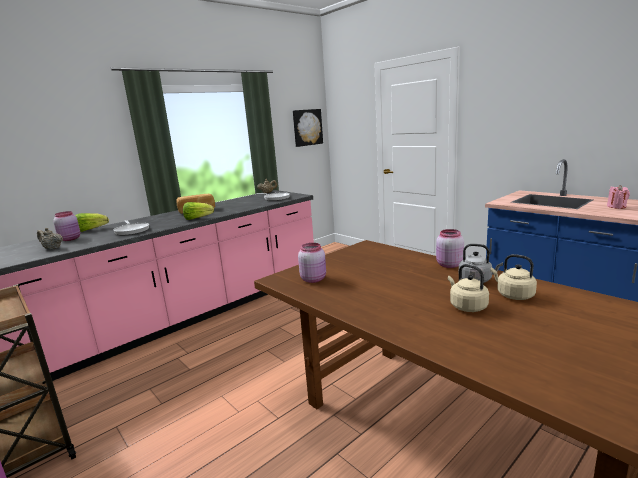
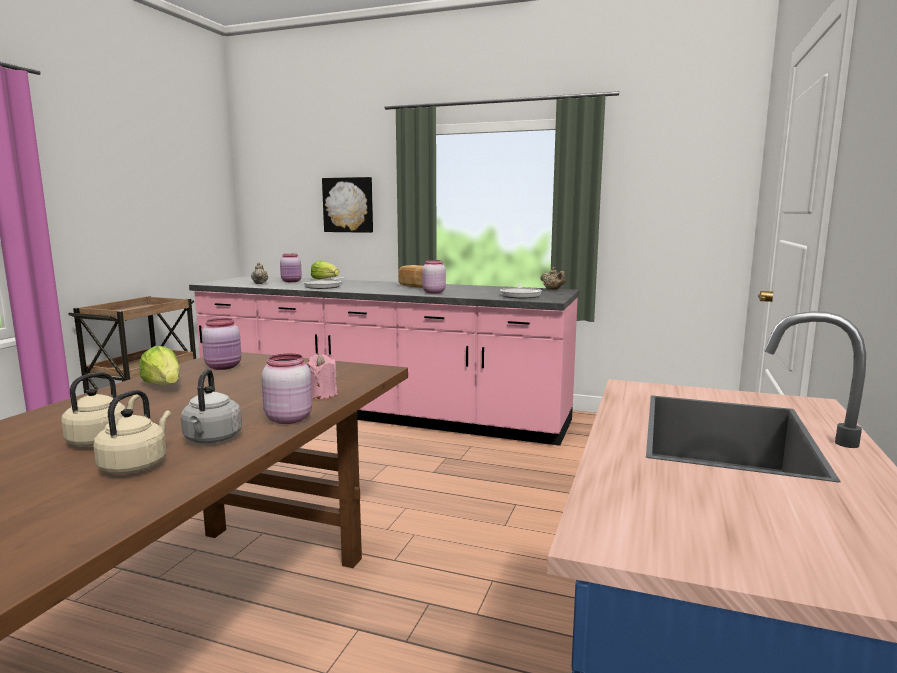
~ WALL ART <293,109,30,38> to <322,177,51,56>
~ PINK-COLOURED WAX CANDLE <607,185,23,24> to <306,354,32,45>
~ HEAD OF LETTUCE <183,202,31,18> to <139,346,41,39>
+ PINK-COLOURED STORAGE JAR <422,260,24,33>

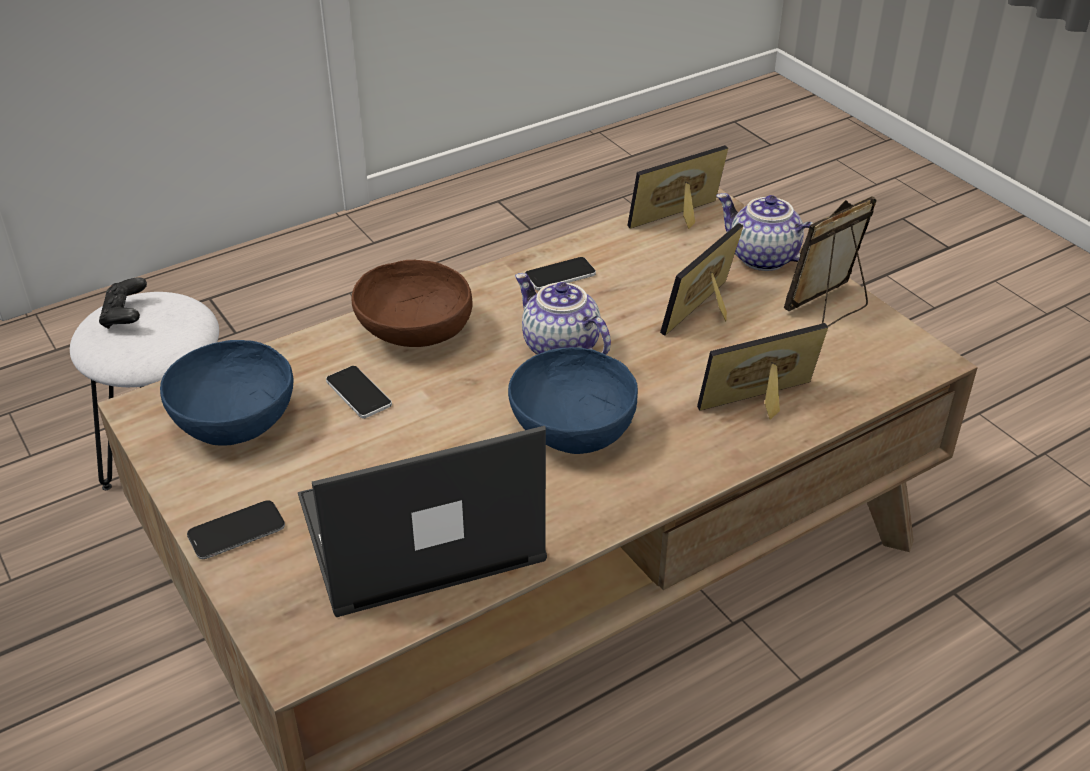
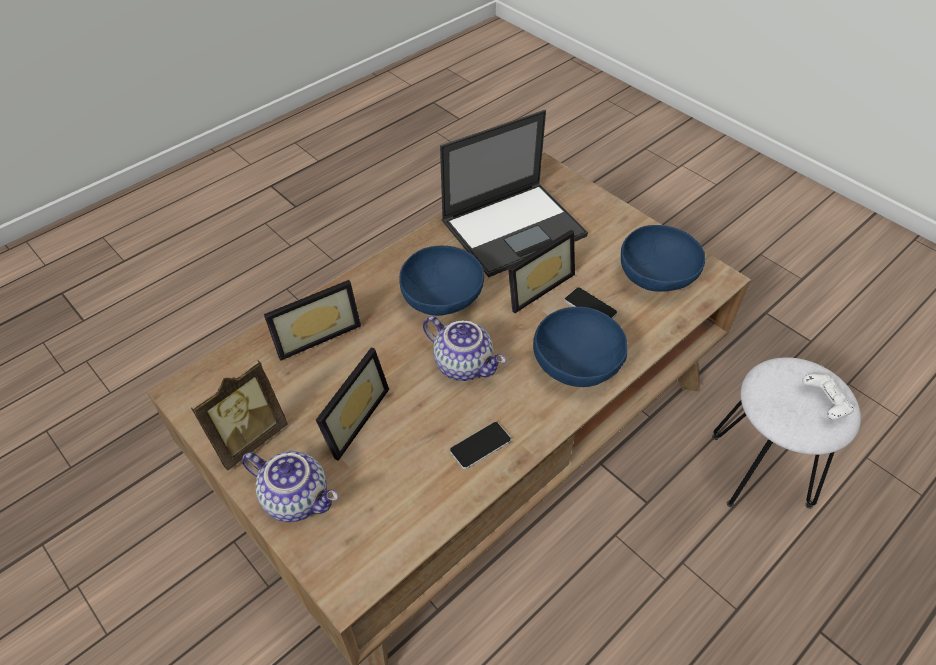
~ STANDING FRAME <627,145,101,84> to <508,230,67,83>
~ BROWN DEEP DISH <351,260,122,87> to BLUISH DEEP DISH <533,307,95,80>
~ BLACKISH GAME CONTROLLER <99,277,48,52> to WHITE GAME CONTROLLER <802,374,53,46>
- PHONE <187,500,98,59>

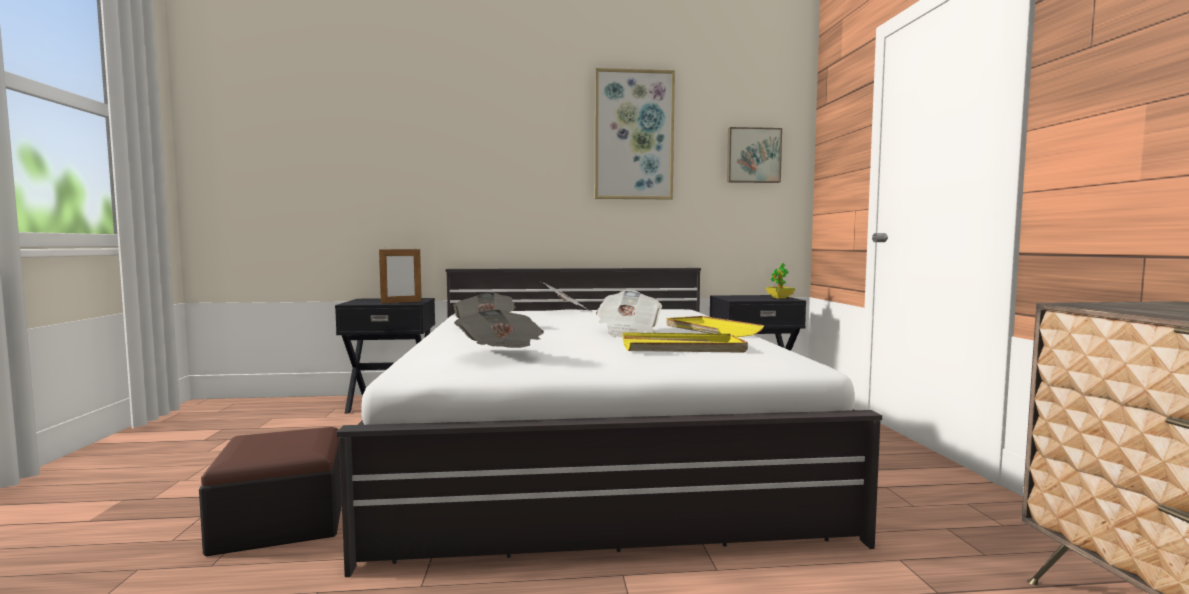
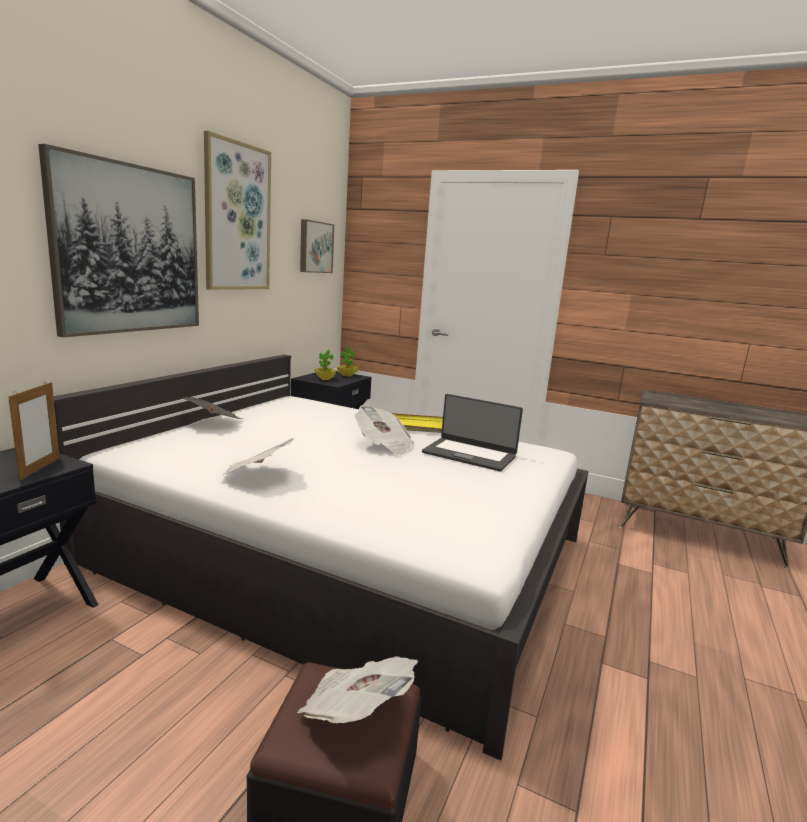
~ PRINTED PAPER <454,309,90,39> to <297,656,121,67>
~ YELLOWISH SERVING TRAY <622,332,126,21> to PORTABLE COMPUTER <422,394,101,77>
+ WALL ART <38,144,161,193>
+ POTTED PLANT <315,350,21,30>

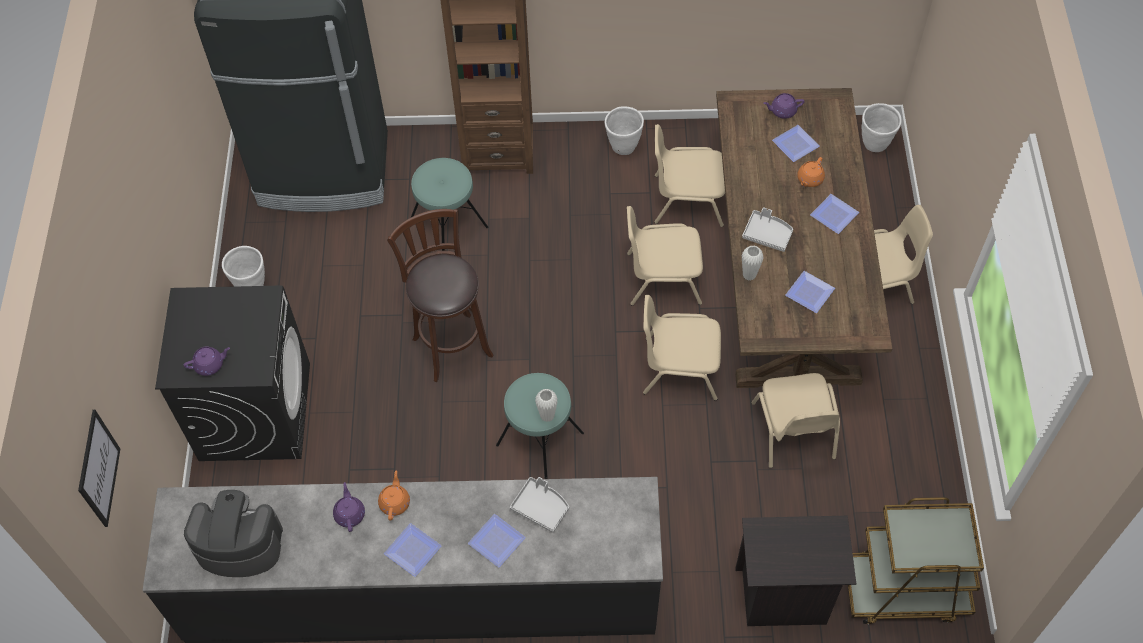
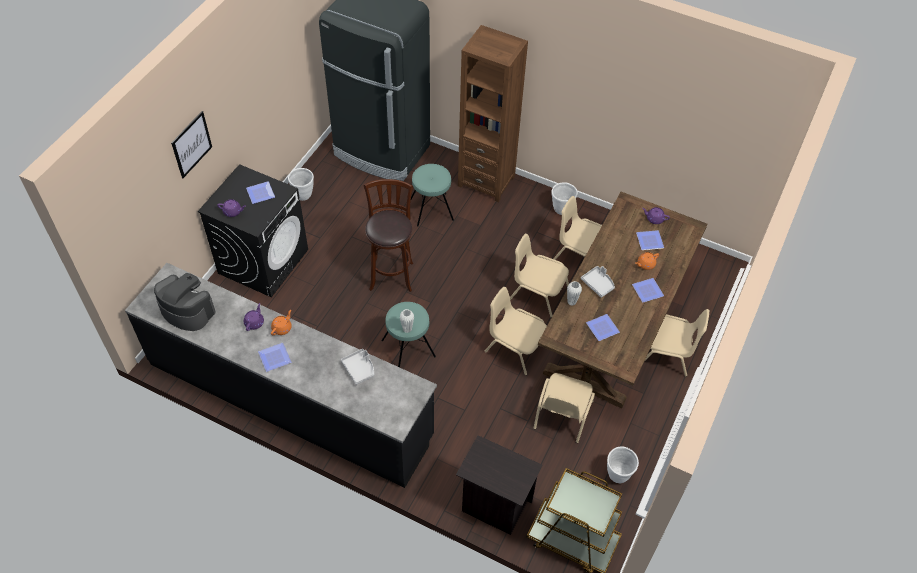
~ WHITE PLANT POT <862,103,40,49> to <607,446,32,37>
~ WALL ART <78,410,42,117> to <171,111,41,67>
~ DINNER PLATE <468,514,58,54> to <246,181,29,23>

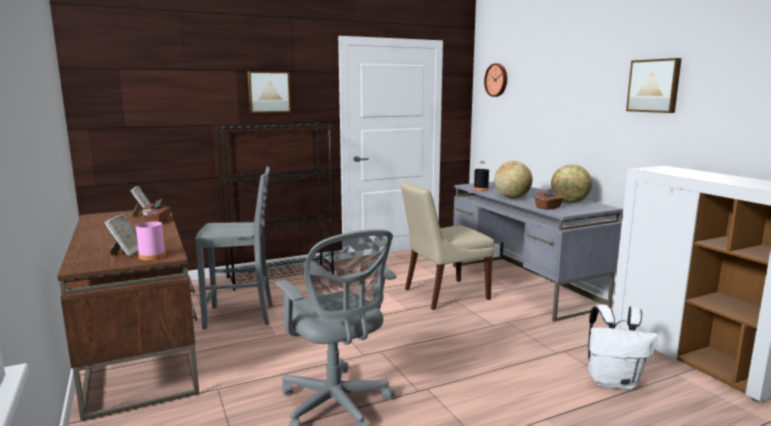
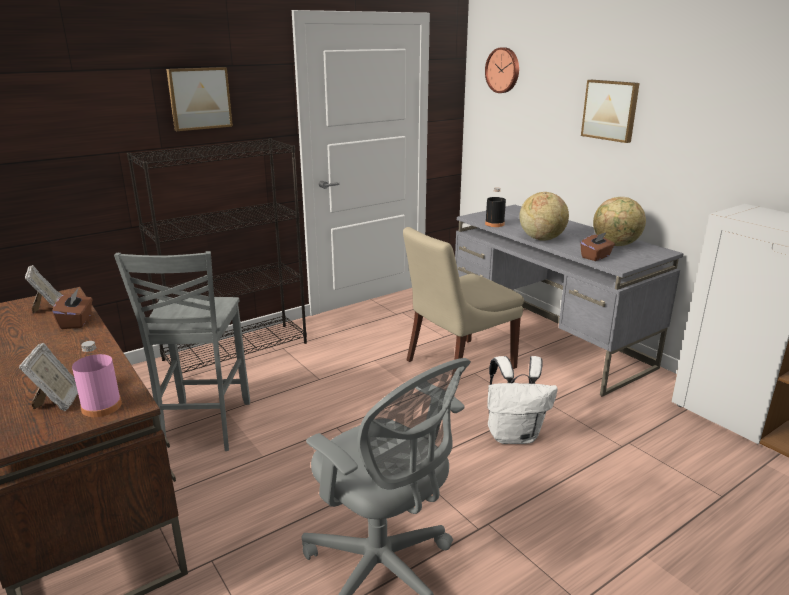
~ WALL ART <626,58,56,55> to <581,80,59,63>
~ GRAY CHAIR <195,166,78,164> = <114,251,136,200> 105 degrees clockwise
~ WHITE RUCKSACK <588,305,70,85> to <487,356,71,88>

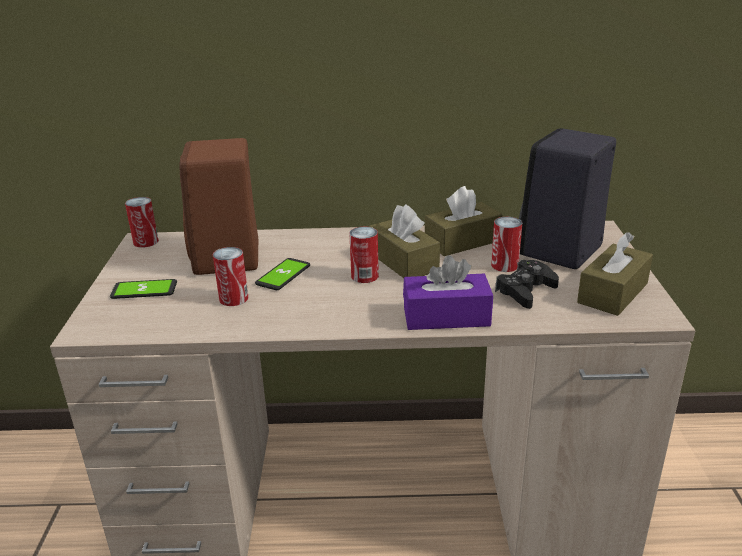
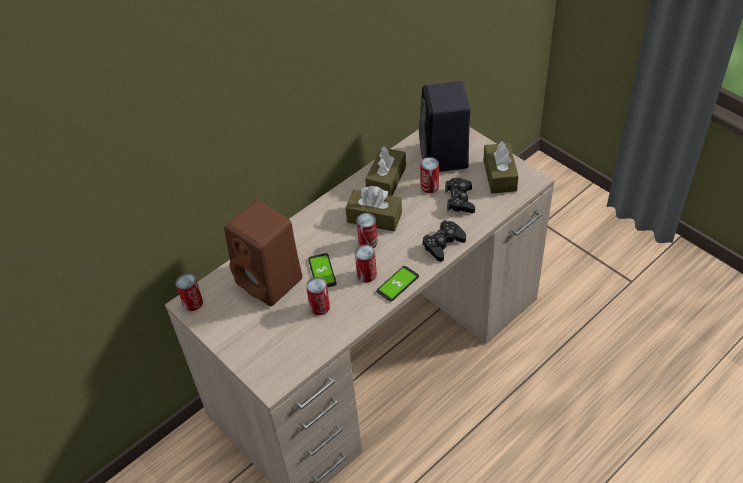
~ PURPLISH TISSUE HOLDER <403,255,90,75> to BLACKISH GAME CONTROLLER <423,220,43,42>
~ PHONE <110,279,67,20> to <376,266,43,35>
+ SEALED CAN <355,245,22,37>

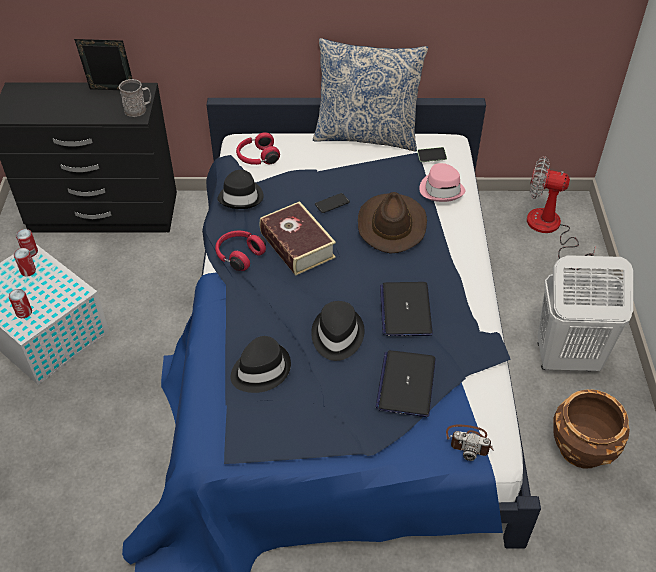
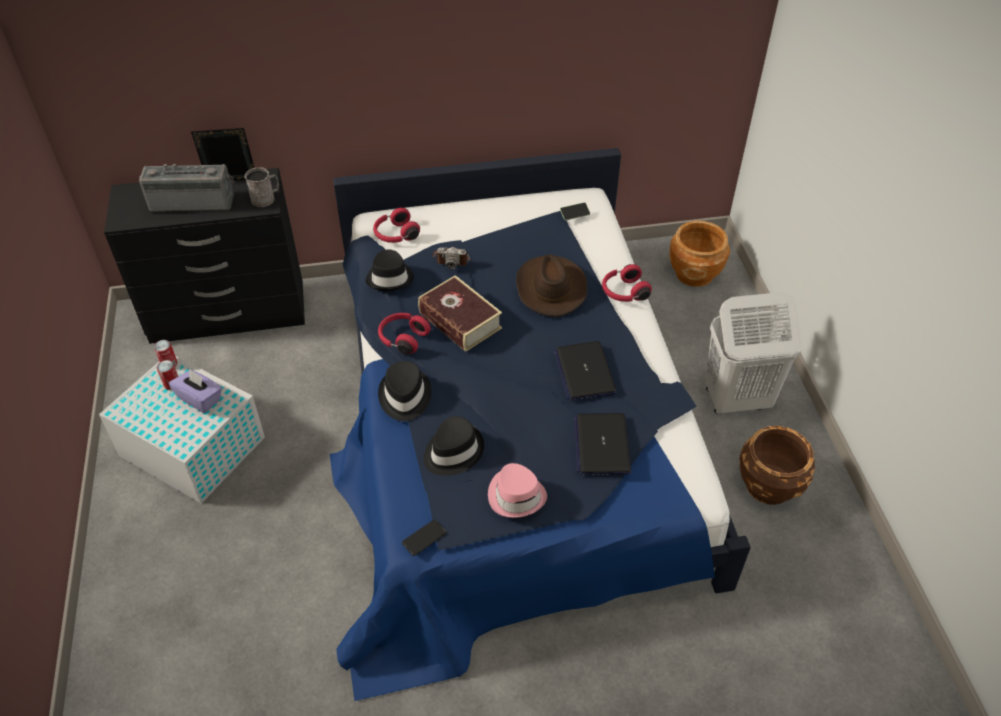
- THROW PILLOW <313,38,115,113>
~ ELECTRIC FAN <527,157,68,113> to BROWN PLANT POT <669,221,61,66>
~ PINK-COLOURED CLOTHING HAT <419,163,46,39> to <488,463,59,55>
~ PHONE <315,193,35,20> to <402,520,45,36>
- SEALED CAN <9,289,23,29>
~ BLACKISH CLOTHING HAT <311,301,53,60> to <378,361,53,60>
~ STILL CAMERA <446,425,48,36> to <433,247,38,22>
+ RADIO <139,164,95,48>
+ RED PAIR OF HEADPHONES <602,264,50,38>
+ PURPLISH TISSUE HOLDER <169,369,53,44>

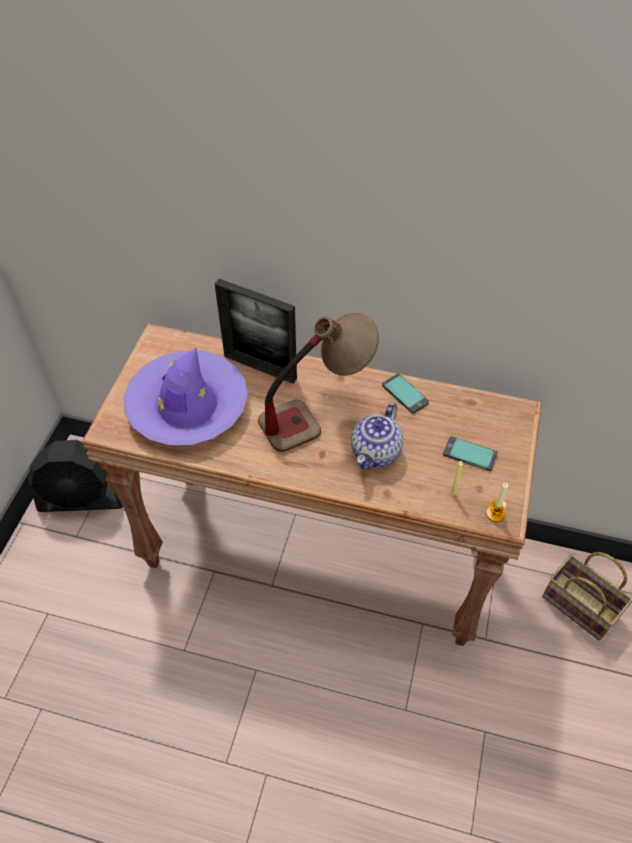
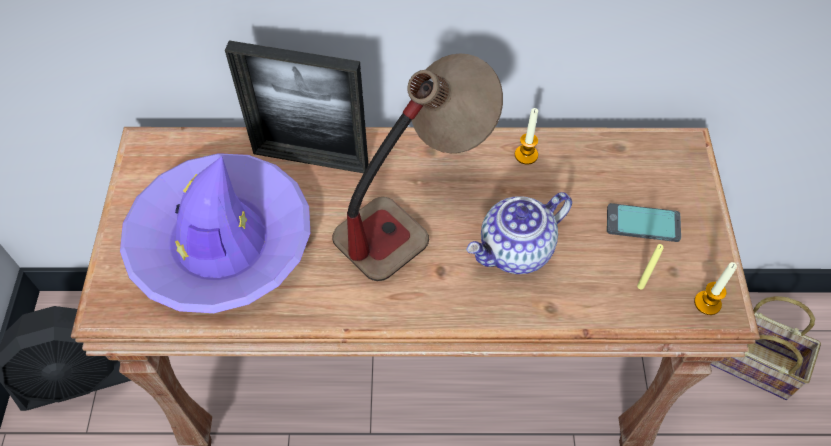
~ PHONE <382,374,47,40> to WAX CANDLE <515,108,23,57>
~ TEAPOT <351,402,52,67> = <466,192,106,82> 45 degrees clockwise

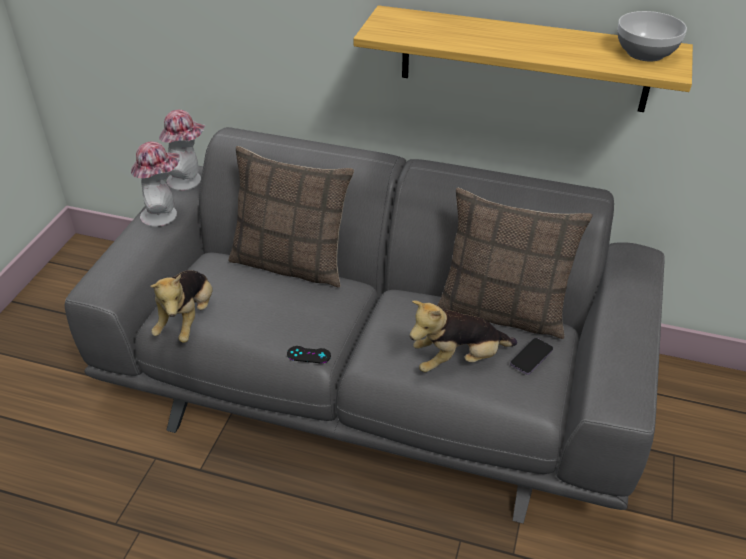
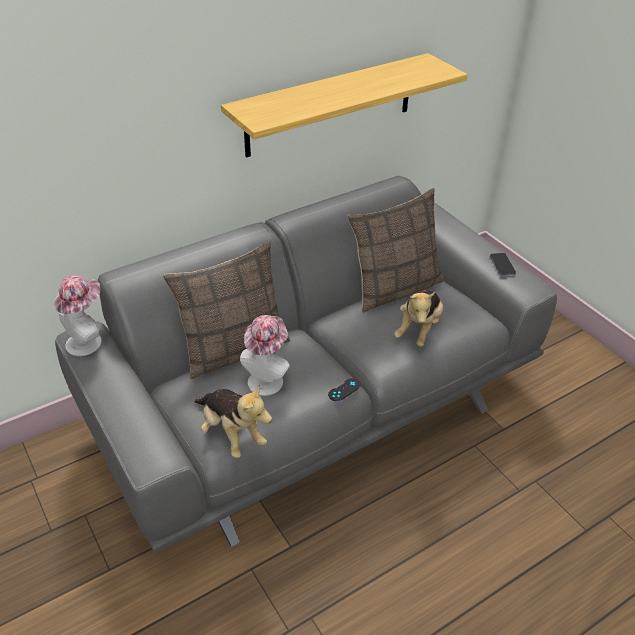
- DEEP DISH <618,11,69,50>
~ CLOTHING HAT <131,141,49,86> to <240,315,50,81>
~ PHONE <510,338,43,37> to <490,253,26,23>

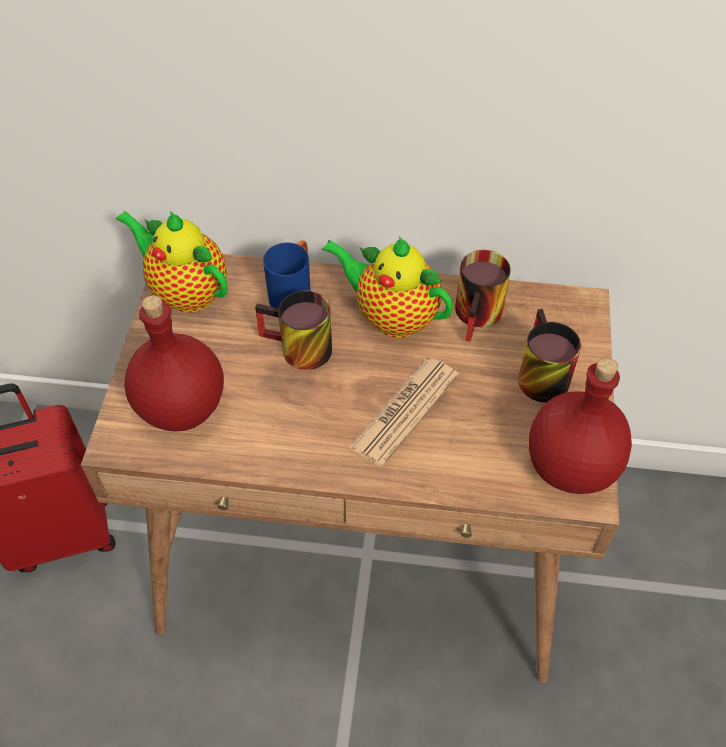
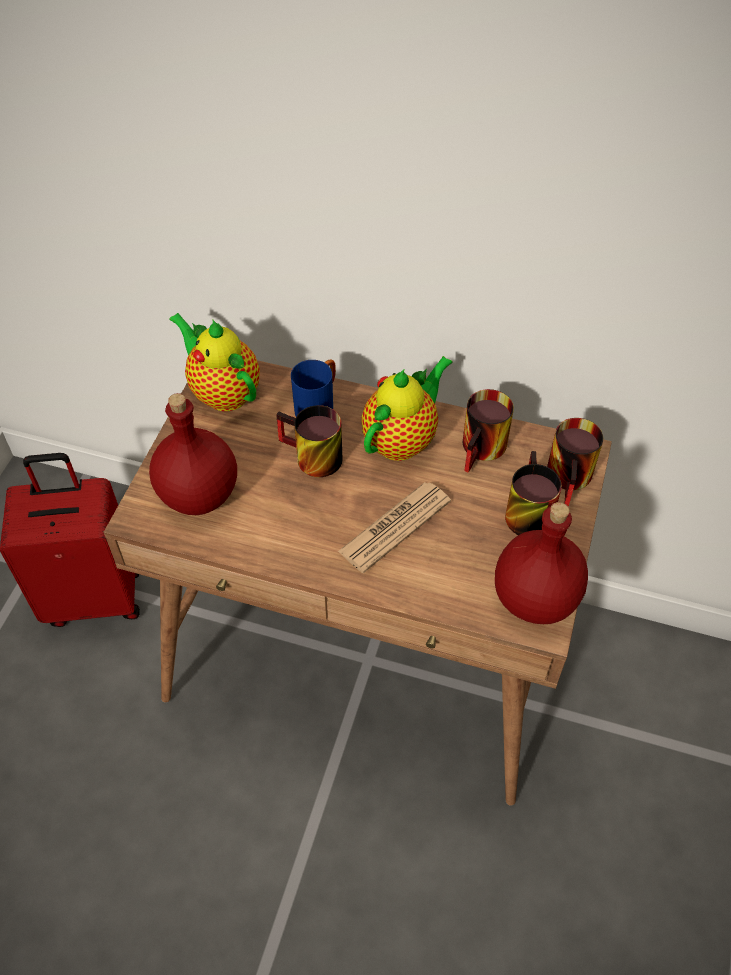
~ TEAPOT <322,237,131,101> = <361,356,92,105> 90 degrees clockwise
+ TEA MUG <547,418,56,88>

